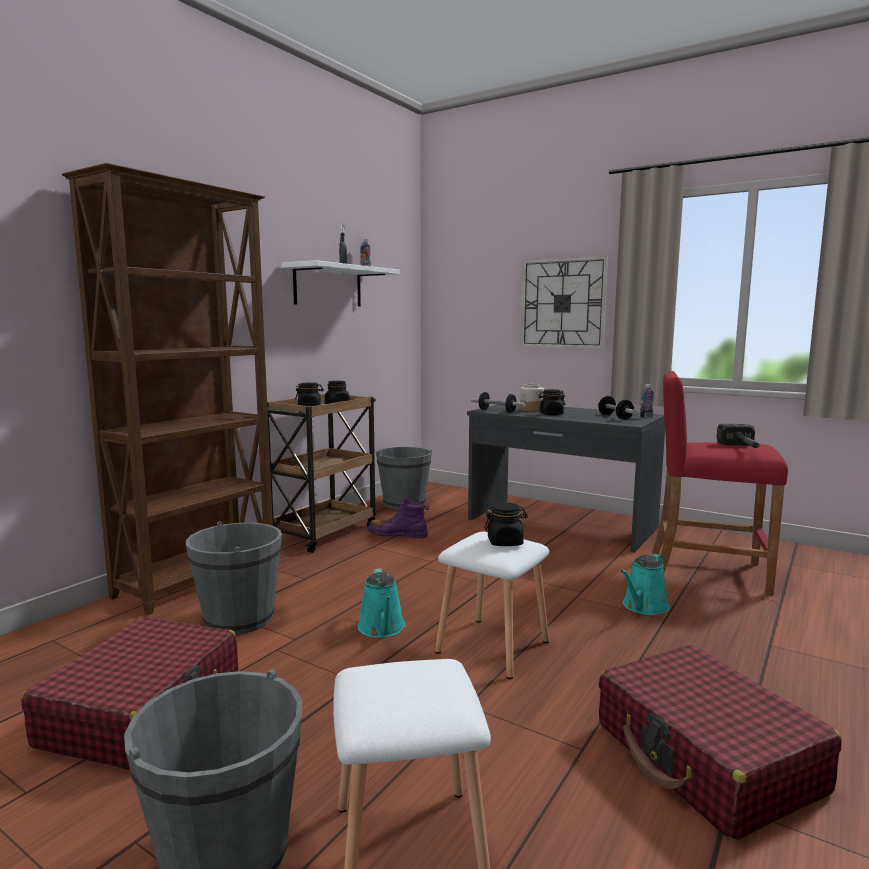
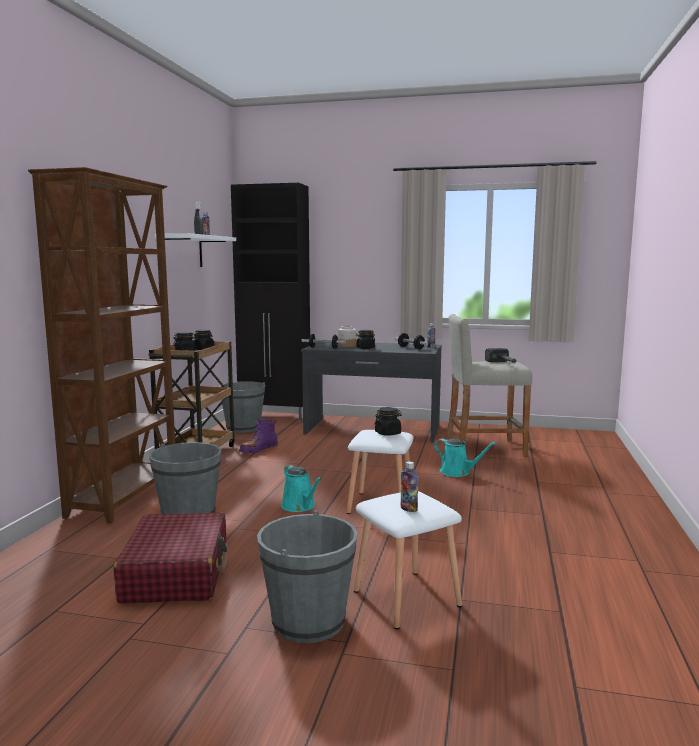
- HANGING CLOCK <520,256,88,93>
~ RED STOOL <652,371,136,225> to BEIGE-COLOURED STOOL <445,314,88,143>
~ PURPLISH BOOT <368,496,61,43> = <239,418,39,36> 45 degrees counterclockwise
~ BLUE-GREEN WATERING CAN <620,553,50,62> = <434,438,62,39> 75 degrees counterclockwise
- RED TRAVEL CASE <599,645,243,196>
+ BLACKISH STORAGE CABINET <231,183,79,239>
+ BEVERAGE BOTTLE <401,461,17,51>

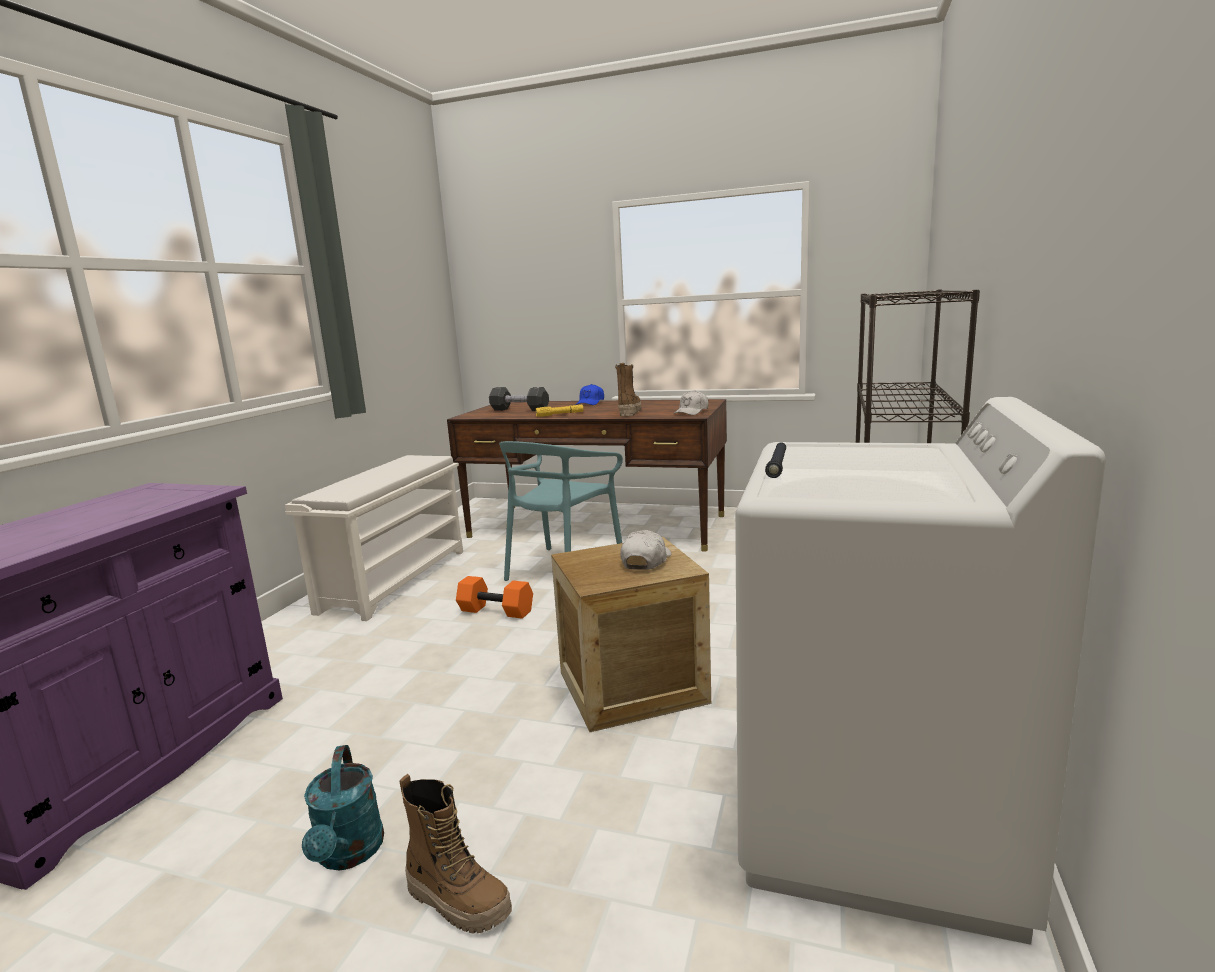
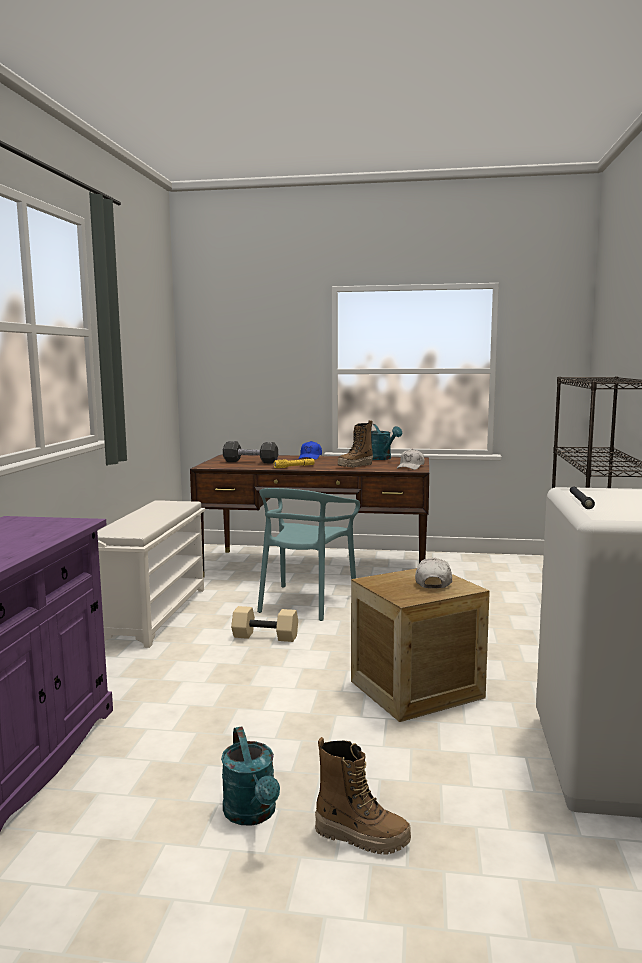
~ BOOT <615,363,26,54> = <338,420,35,48> 135 degrees counterclockwise
~ ORANGE DUMBBELL <456,576,77,43> to BEIGE-COLOURED DUMBBELL <231,606,67,36>
+ BLUE-GREEN WATERING CAN <371,424,31,36>

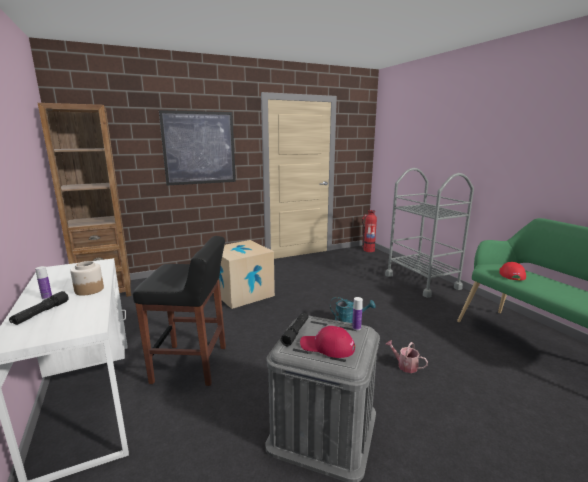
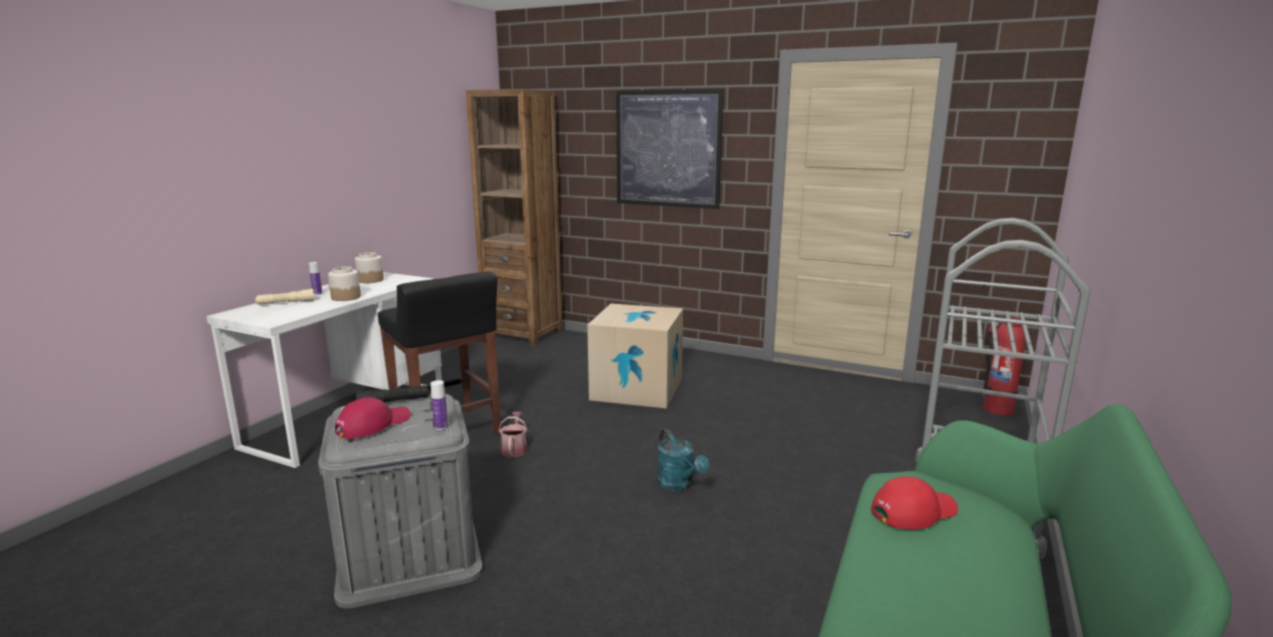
~ BLACKISH FLASHLIGHT <9,291,60,34> to BEIGE-COLOURED FLASHLIGHT <255,289,60,16>
~ RED CAP <300,326,55,32> = <335,397,75,42> 60 degrees clockwise
~ WATERING CAN <385,340,43,33> to <499,412,28,45>
+ STORAGE JAR <355,252,29,31>

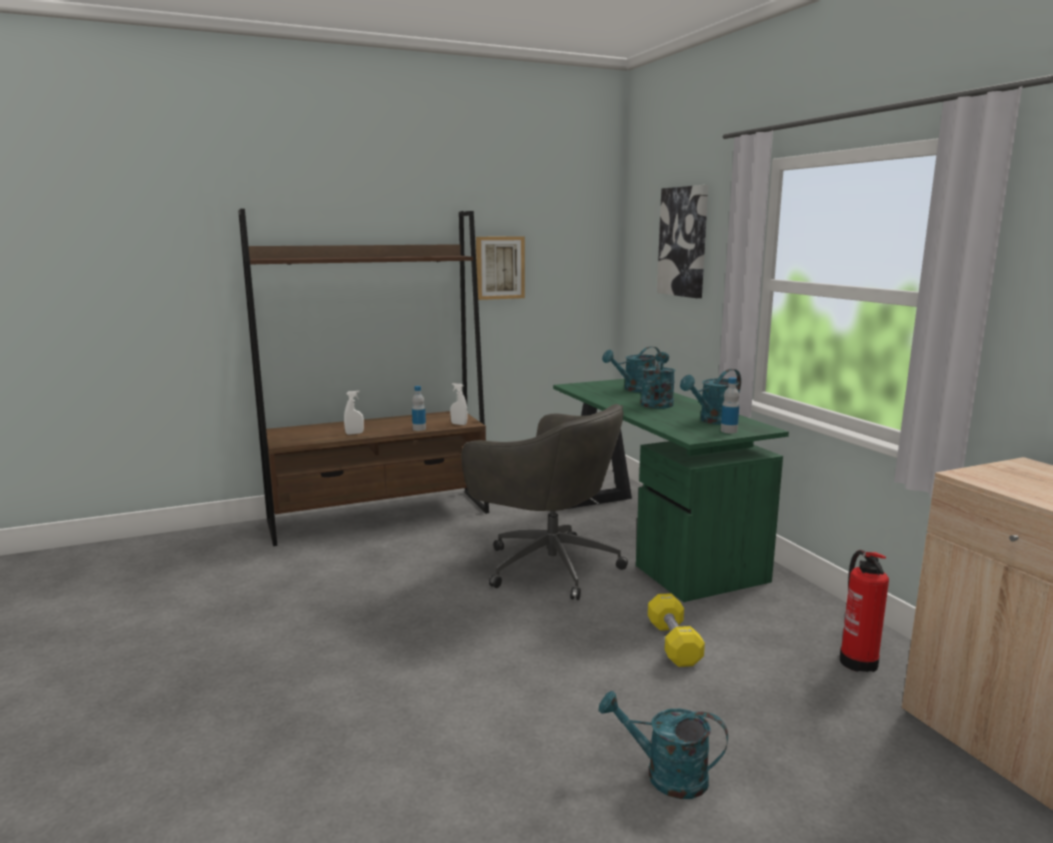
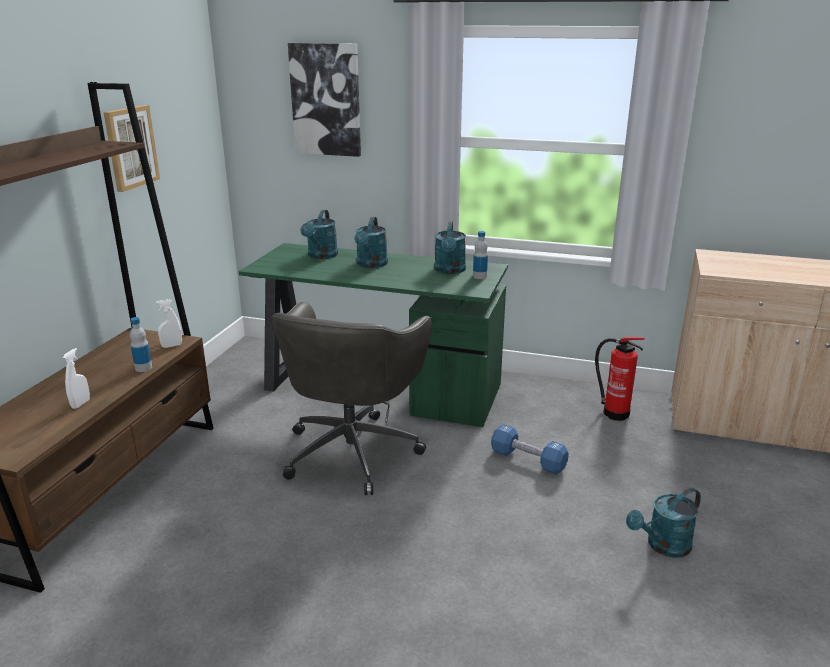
~ BLUE-GREEN WATERING CAN <640,352,35,57> = <354,217,34,51> 135 degrees counterclockwise
~ GRAY DESK CHAIR <461,404,167,196> = <271,302,161,193> 120 degrees clockwise
~ YELLOWISH DUMBBELL <648,593,57,74> to BLUISH DUMBBELL <491,424,78,51>

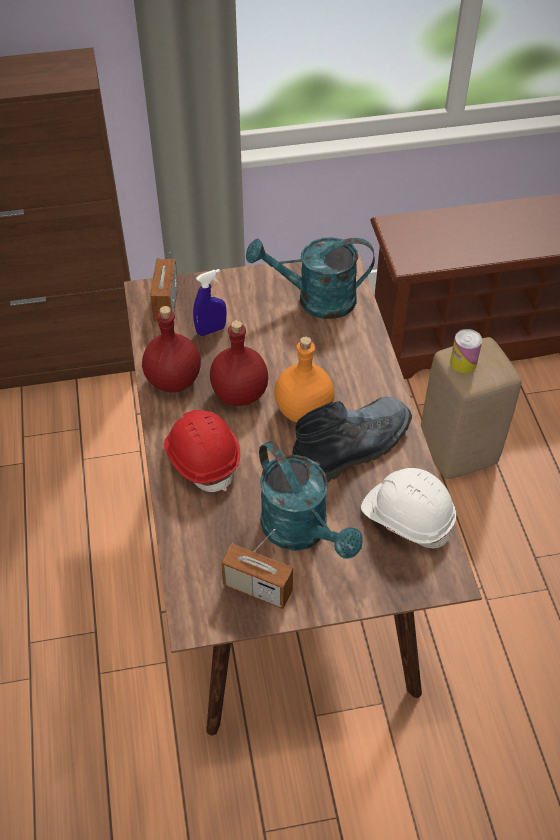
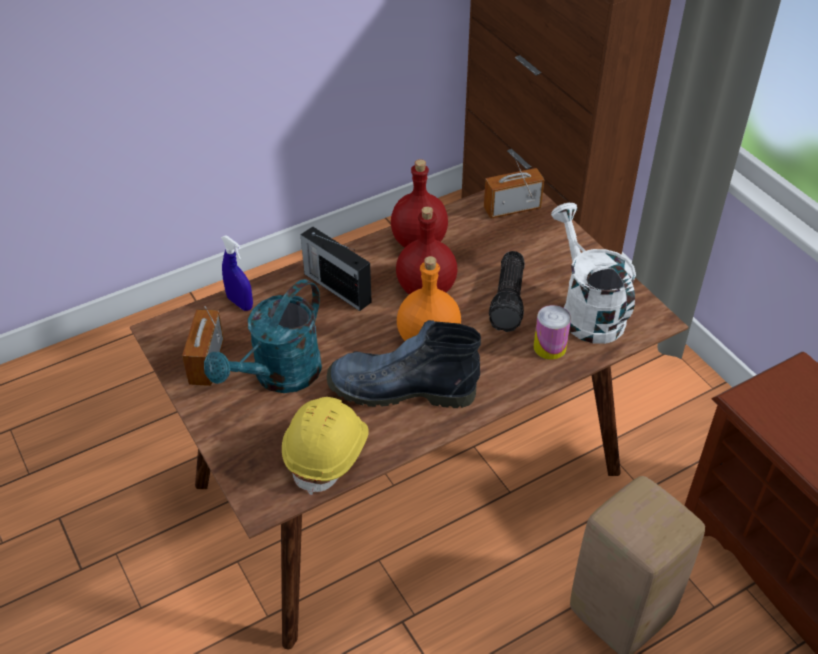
~ BLUE-GREEN WATERING CAN <246,237,129,82> to WHITE WATERING CAN <551,203,85,141>
~ BLUISH SPRAY BOTTLE <193,269,34,67> to <221,235,32,76>
~ SEALED CAN <450,329,32,44> to <534,305,37,55>
~ BOOT <292,397,120,85> = <327,320,154,88> 150 degrees clockwise
~ RED SAFETY HELMET <164,410,76,82> to RADIO <300,226,72,85>
~ WHITE SAFETY HELMET <361,468,95,80> to YELLOWISH SAFETY HELMET <282,397,87,98>
+ FLASHLIGHT <489,251,36,81>

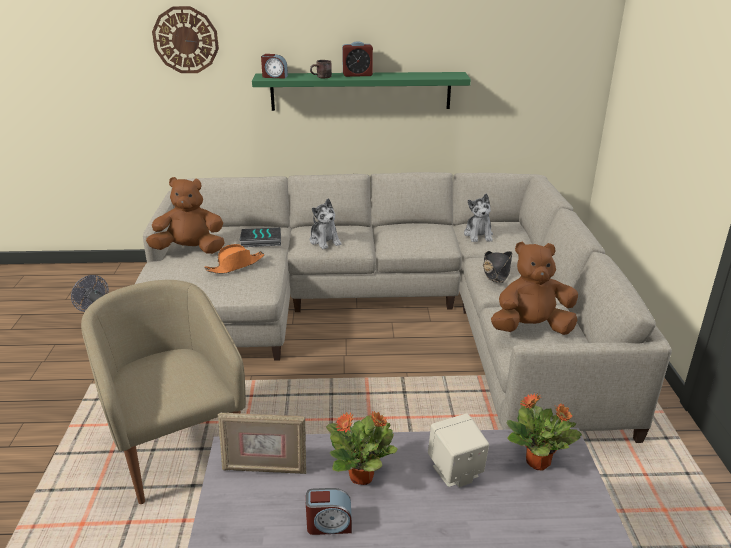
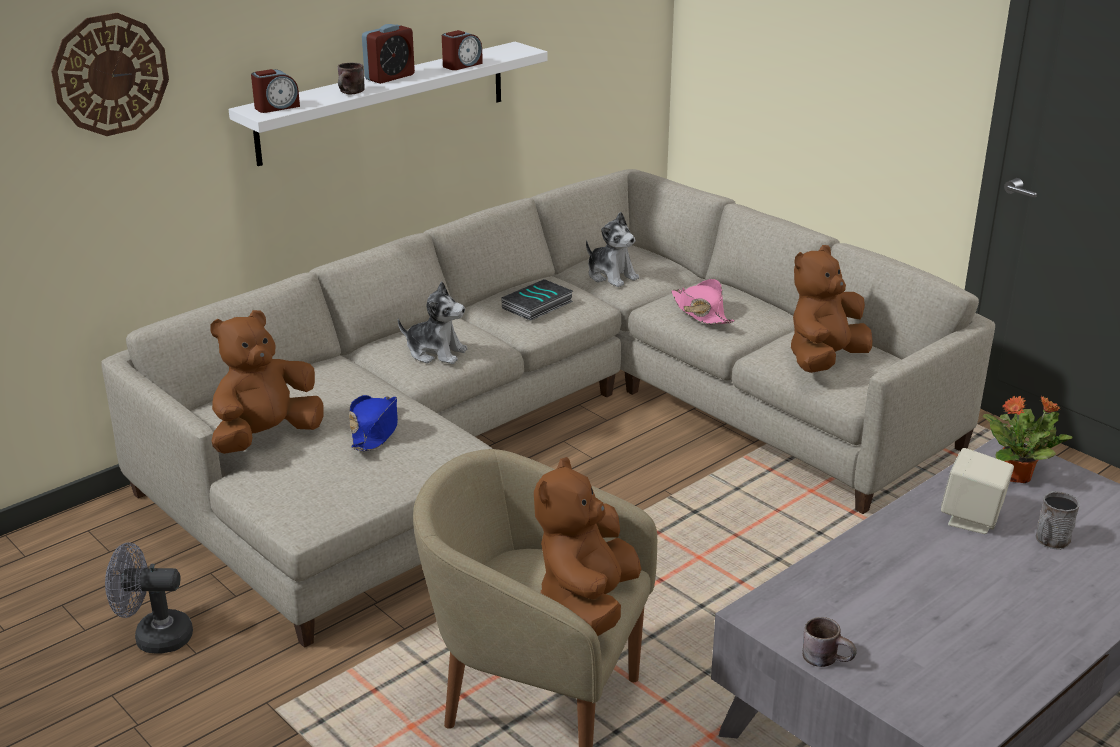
~ GREENISH BRACKET SHELF <252,72,219,39> to WHITE BRACKET SHELF <228,42,320,124>
~ BOOK <239,227,42,20> to <501,279,72,42>
~ ORANGE CLOTHING HAT <204,244,61,30> to BLUISH CLOTHING HAT <349,395,49,56>
~ BLACKISH CLOTHING HAT <483,251,29,32> to PINK-COLOURED CLOTHING HAT <671,279,64,46>
- POTTED PLANT <326,411,72,74>
- STANDING FRAME <218,412,88,62>
~ TABLE CLOCK <306,488,46,47> to <442,30,41,40>
+ BROWN PLUSH TOY <534,457,107,179>
+ GRAY TEA MUG <1035,491,45,59>
+ BROWN TEA MUG <803,617,54,50>

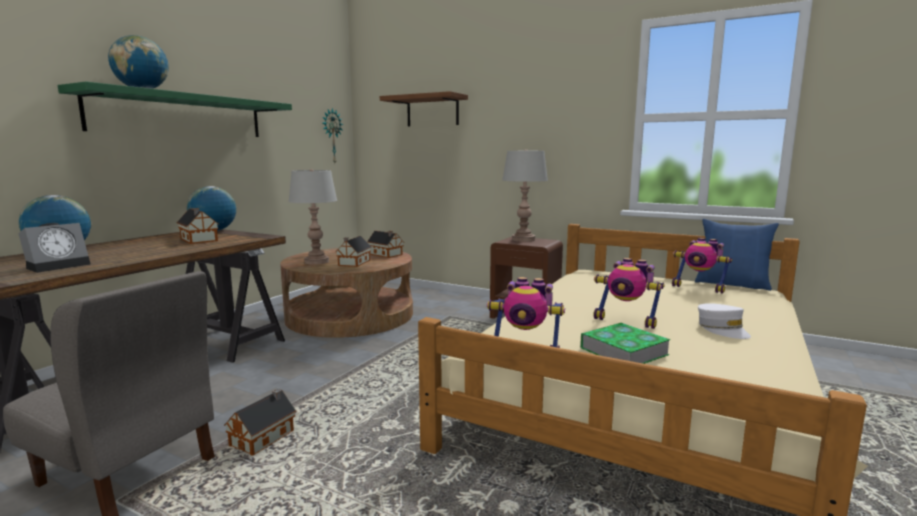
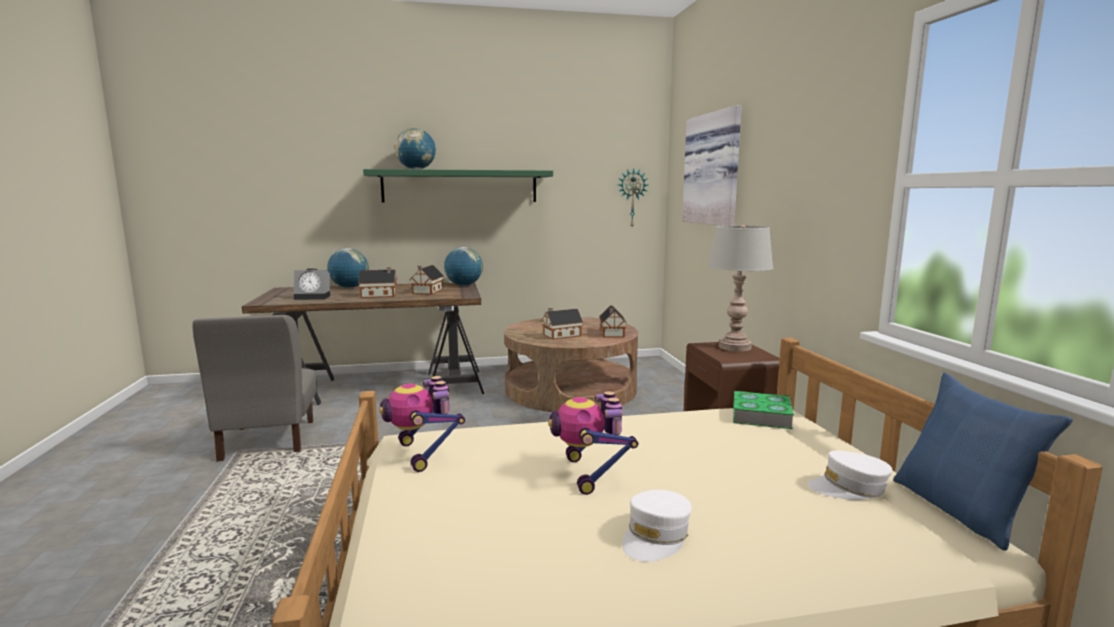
~ BRACKET SHELF <380,91,88,36> to WALL ART <682,105,60,121>
- GRAY TABLE LAMP <288,169,49,96>
~ MODEL ROBOT <672,238,60,56> to WHITE CAP <808,451,84,49>
~ BOOK <580,323,91,41> to <733,391,61,38>
~ TOY HOUSE <224,389,72,67> to <358,267,39,31>

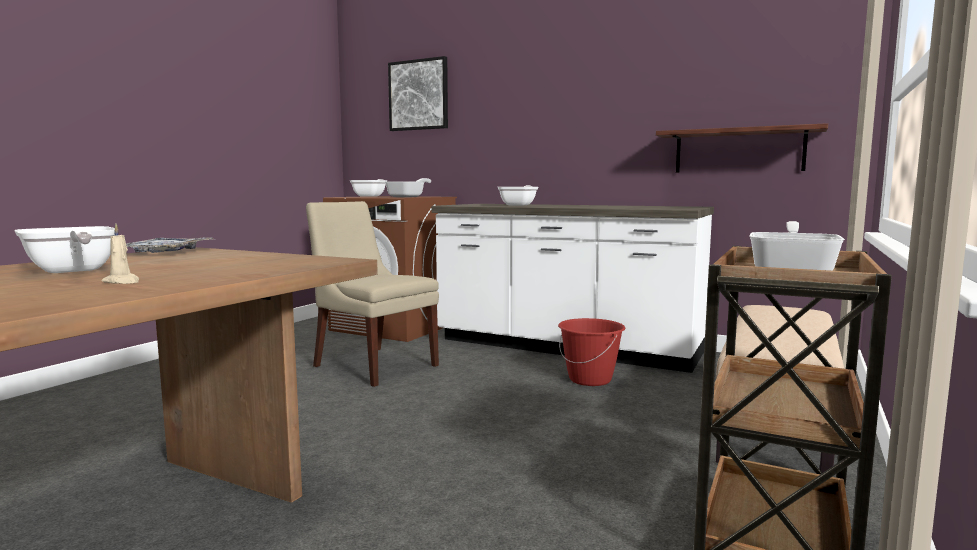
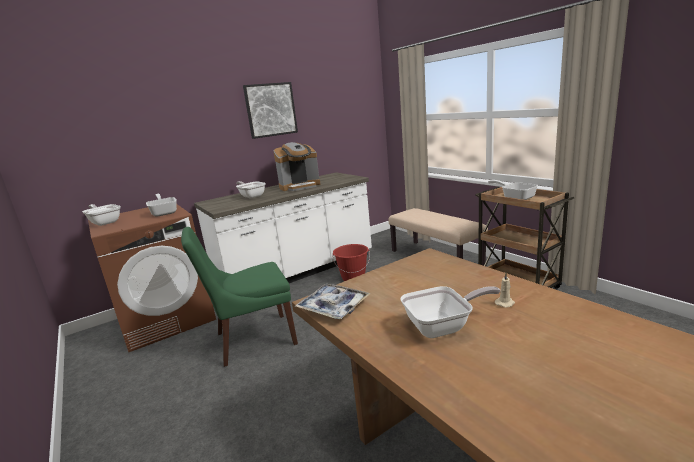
~ WALL ART <388,56,60,75> to <243,82,55,57>
- BRACKET SHELF <656,123,172,50>
~ BEIGE-COLOURED CHAIR <306,201,133,186> to GREENISH CHAIR <181,227,117,140>
+ COFFEE BREWER <273,142,47,49>

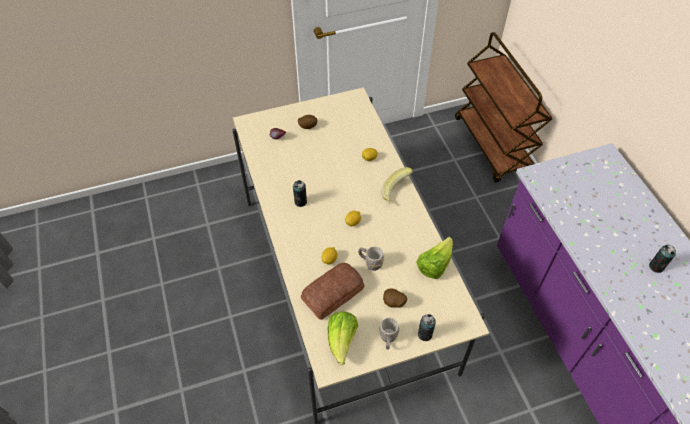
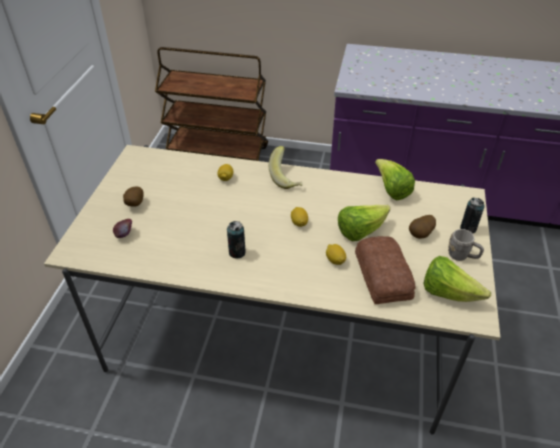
- SEALED CAN <649,245,27,28>
~ GRAY TEA MUG <358,246,26,25> to HEAD OF LETTUCE <338,205,52,37>

